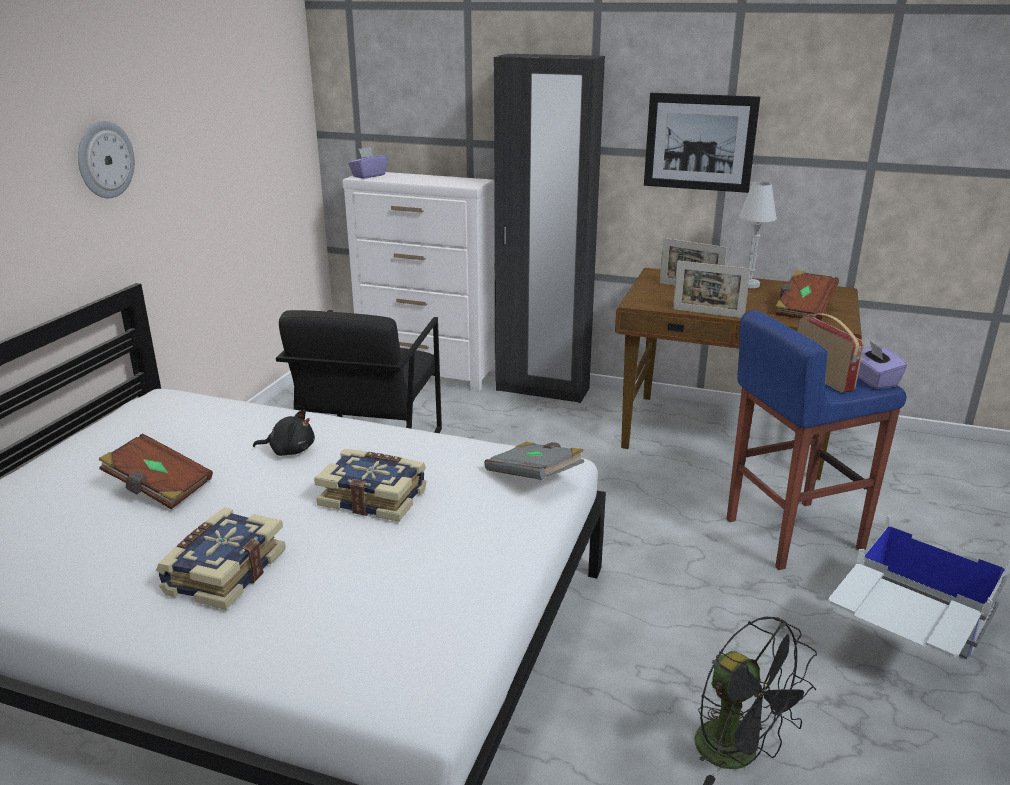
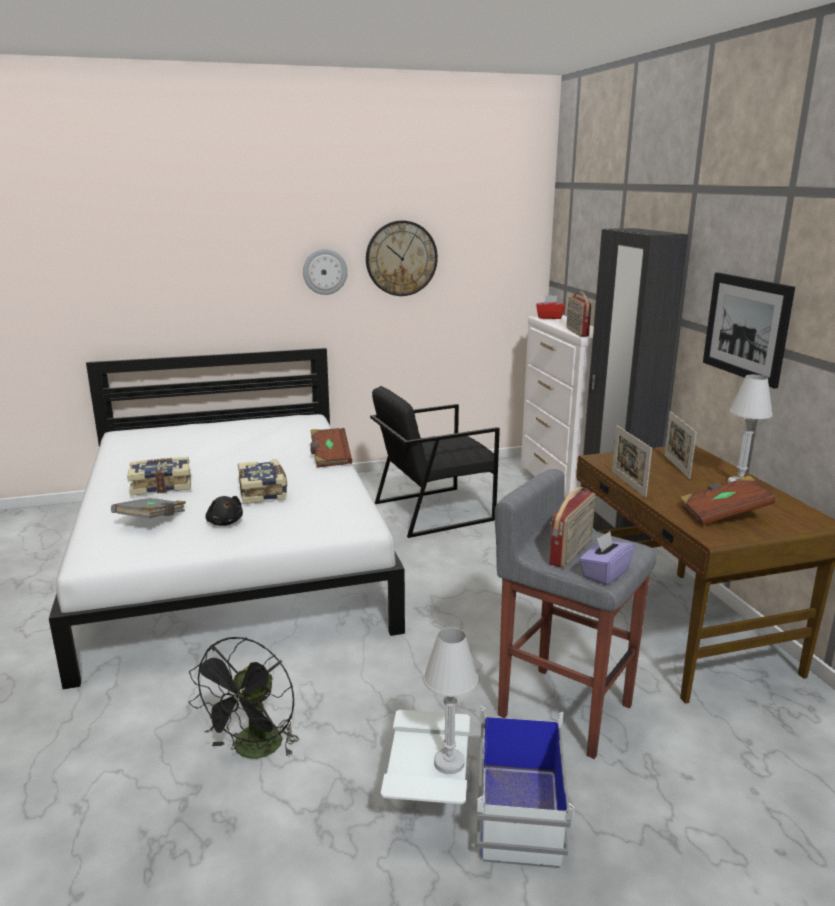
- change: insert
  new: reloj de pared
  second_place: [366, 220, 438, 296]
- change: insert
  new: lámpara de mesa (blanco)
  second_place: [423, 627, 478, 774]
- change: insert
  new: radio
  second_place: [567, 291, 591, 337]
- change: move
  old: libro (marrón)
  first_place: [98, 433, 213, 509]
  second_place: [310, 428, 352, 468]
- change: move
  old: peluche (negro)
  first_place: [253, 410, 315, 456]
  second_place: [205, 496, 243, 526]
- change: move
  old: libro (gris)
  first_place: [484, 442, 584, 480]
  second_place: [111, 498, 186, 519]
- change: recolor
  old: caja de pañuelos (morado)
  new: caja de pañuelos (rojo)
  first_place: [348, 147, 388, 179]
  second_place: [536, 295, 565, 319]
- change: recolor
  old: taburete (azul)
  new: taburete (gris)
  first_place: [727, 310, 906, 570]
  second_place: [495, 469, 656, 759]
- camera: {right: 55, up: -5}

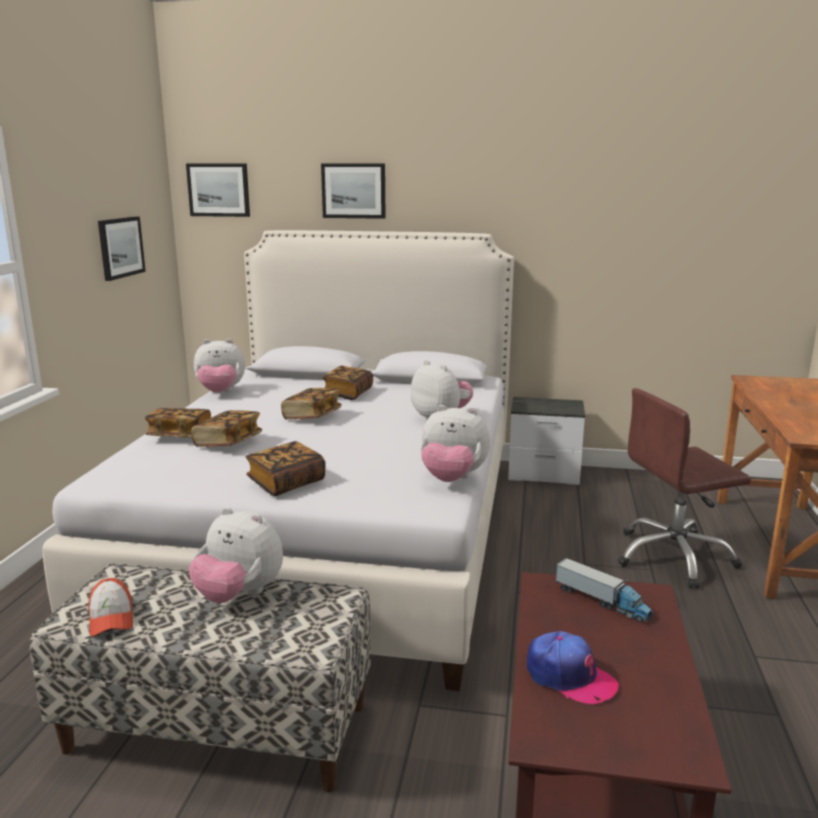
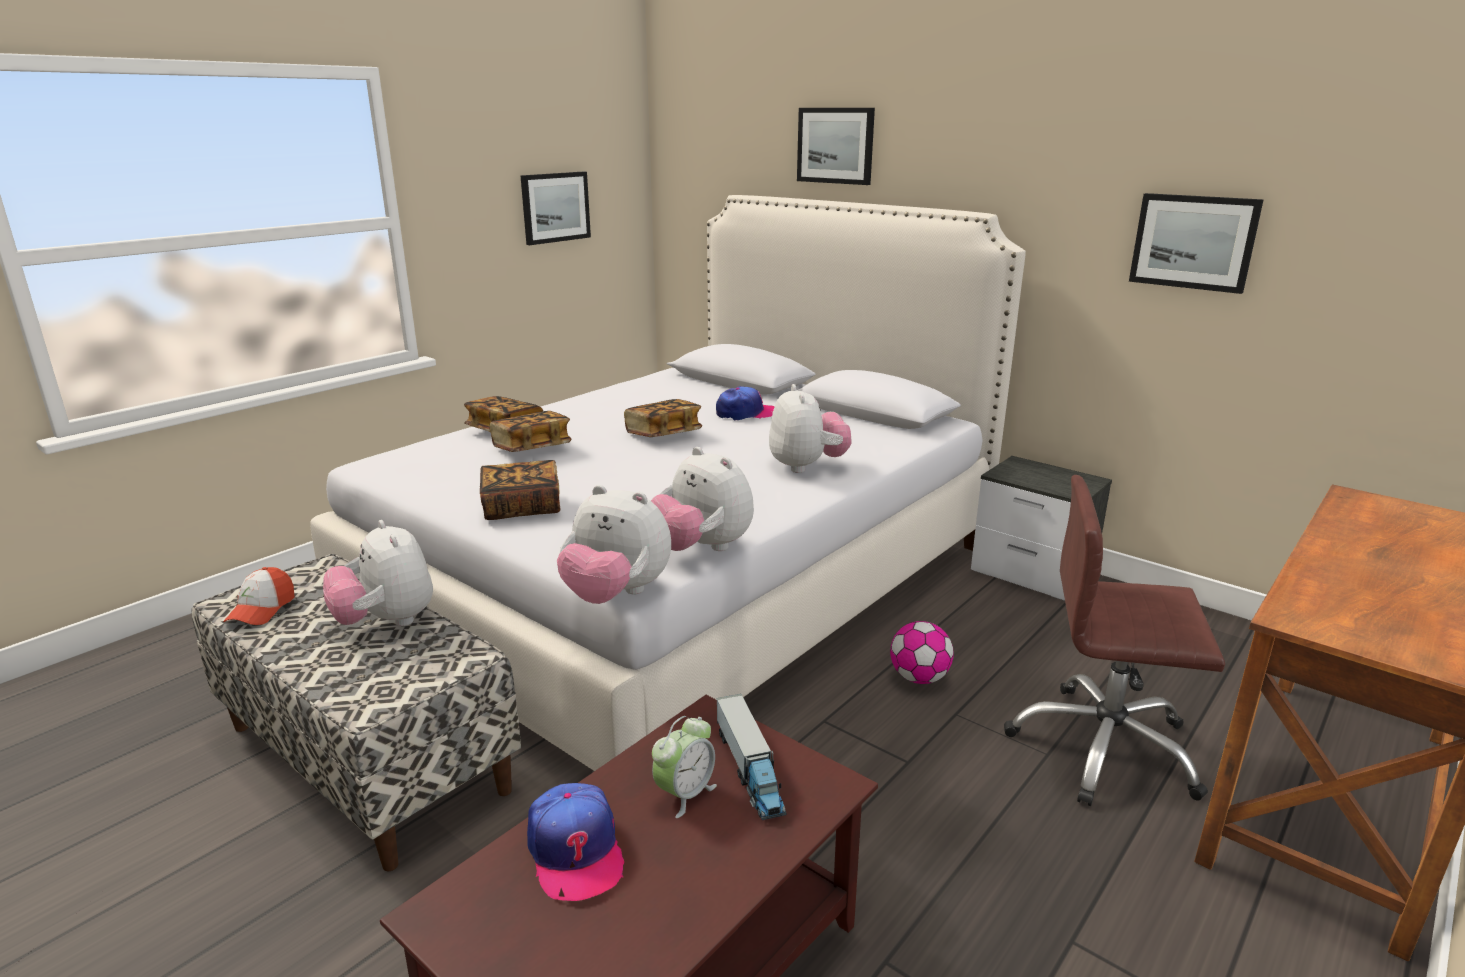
- change: insert
  new: despertador
  second_place: [652, 716, 717, 818]
- change: insert
  new: balón de fútbol
  second_place: [890, 621, 954, 684]
- change: move
  old: cuadro
  first_place: [186, 163, 250, 217]
  second_place: [1129, 193, 1264, 294]
- change: move
  old: peluche
  first_place: [194, 339, 245, 393]
  second_place: [557, 485, 671, 604]
- change: replace
  old: libro
  new: gorra
  first_place: [322, 366, 373, 400]
  second_place: [716, 386, 775, 421]
- camera: {right: 30, up: 5}

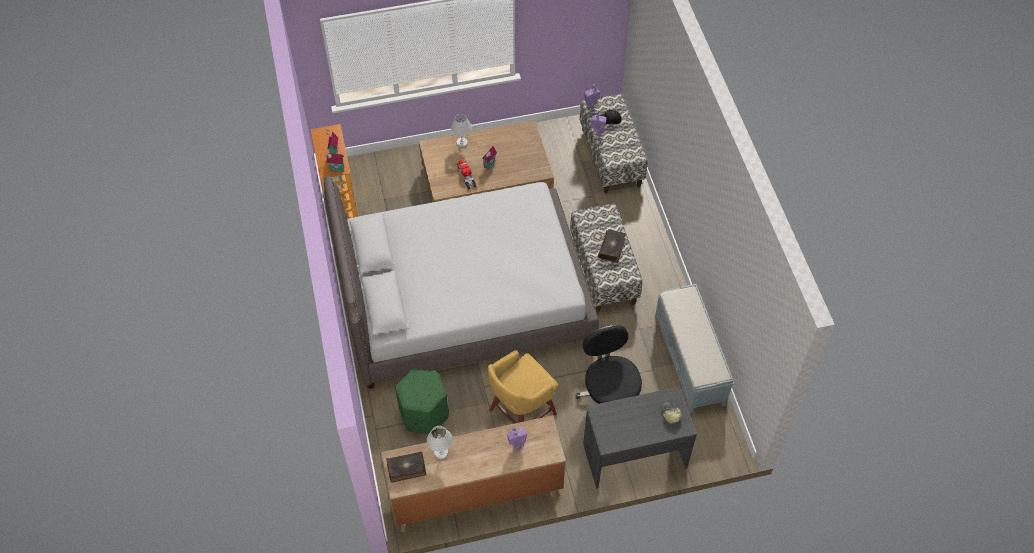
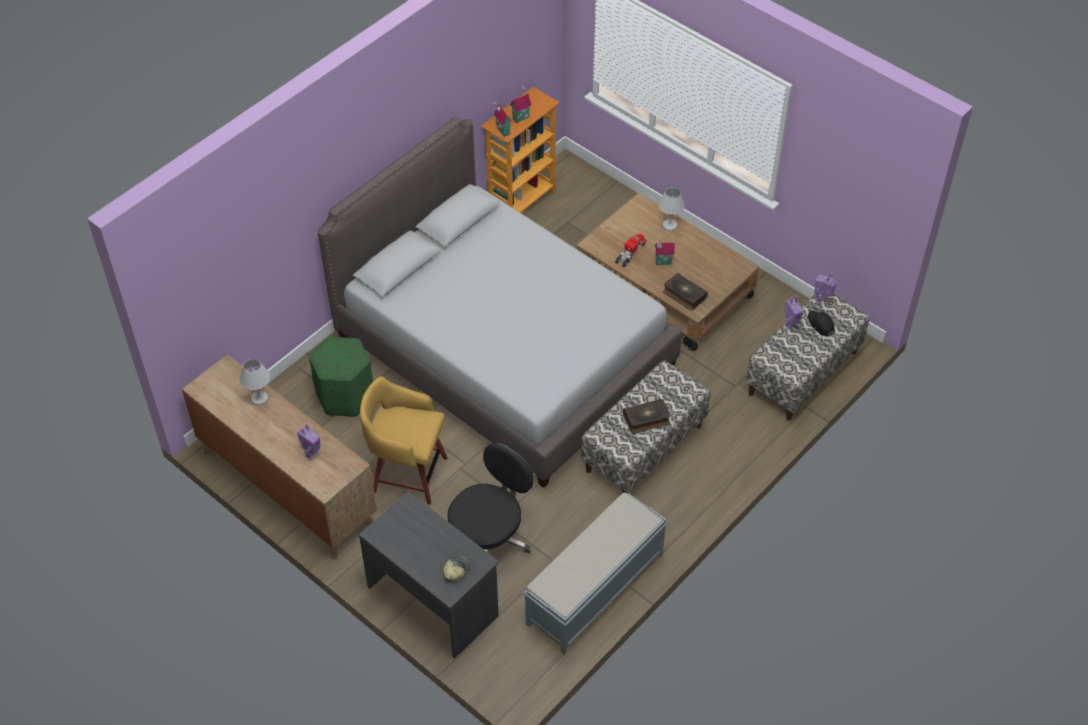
- change: move
  old: libro
  first_place: [386, 451, 426, 483]
  second_place: [663, 273, 708, 311]
- camera: {right: 55, up: -5}

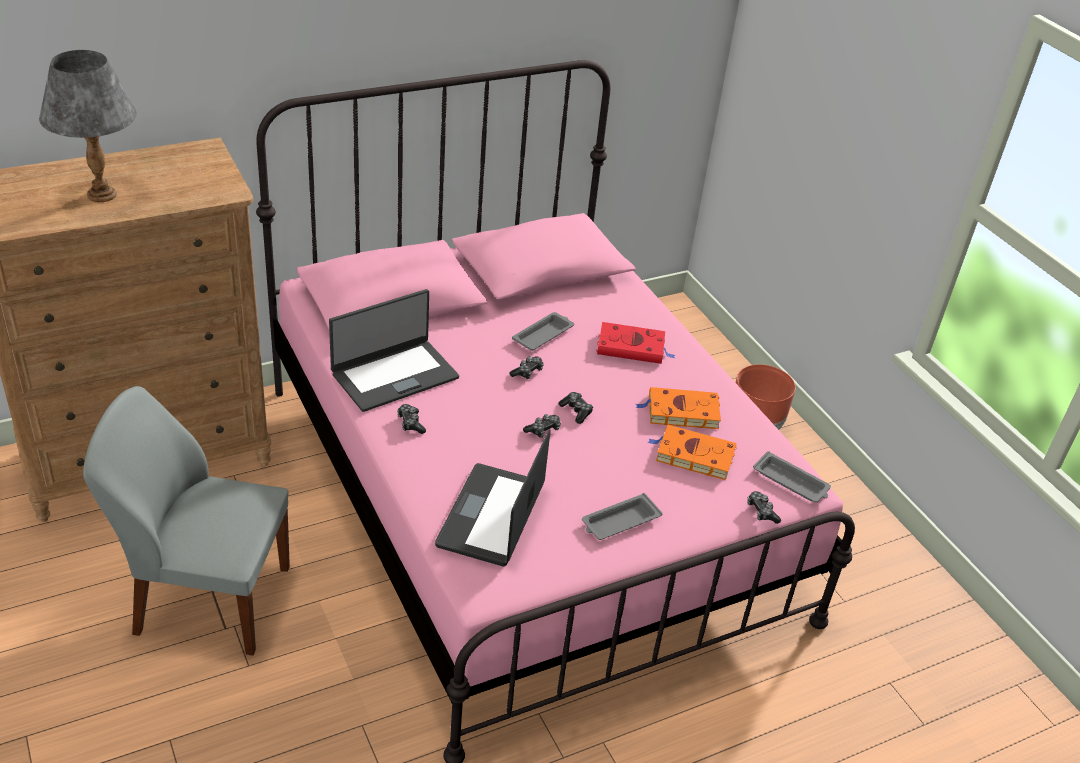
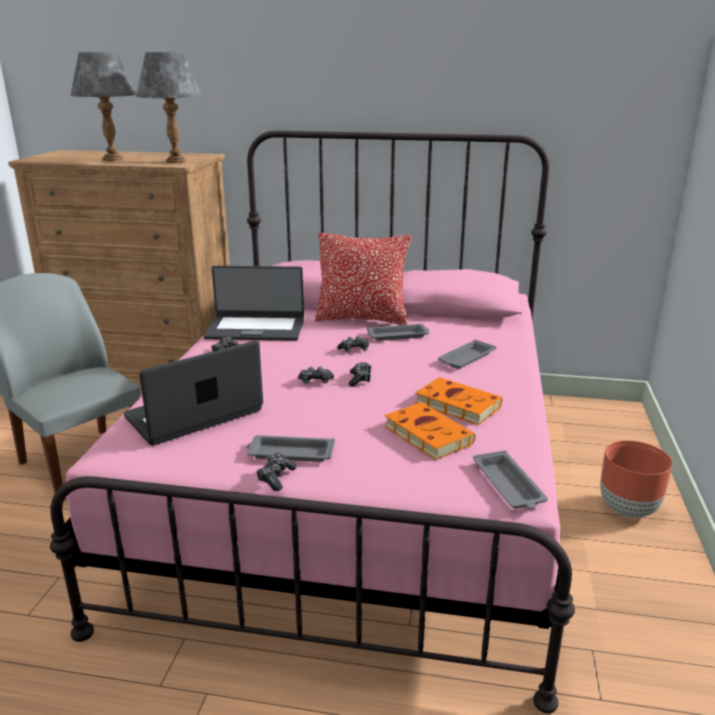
- change: insert
  new: lámpara de mesa (gris)
  second_place: [136, 52, 202, 163]
- change: insert
  new: cojín
  second_place: [315, 233, 412, 325]
- change: move
  old: mando de consola
  first_place: [747, 491, 781, 524]
  second_place: [256, 453, 297, 491]
- change: replace
  old: libro (rojo)
  new: bandeja (gris)
  first_place: [597, 322, 675, 364]
  second_place: [438, 340, 496, 369]
- camera: {right: 40, up: -15}

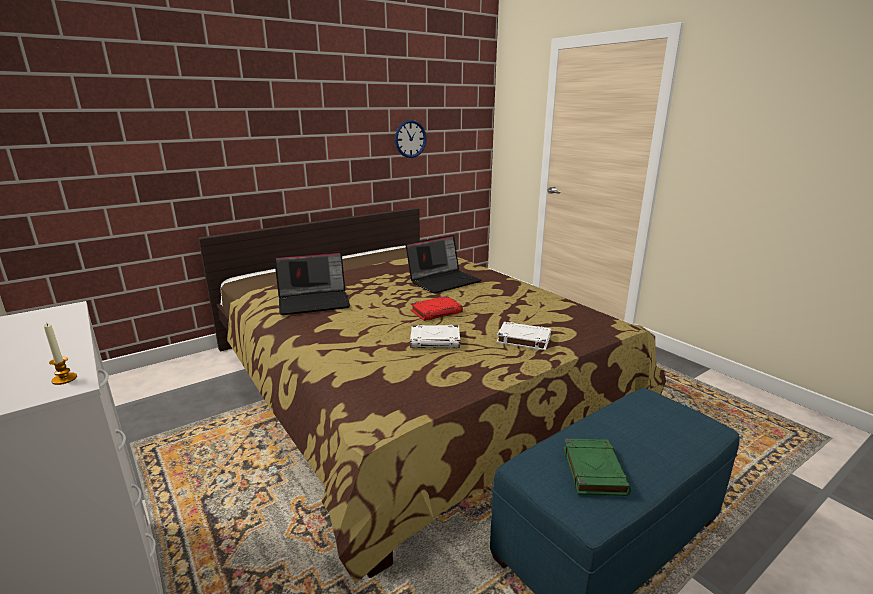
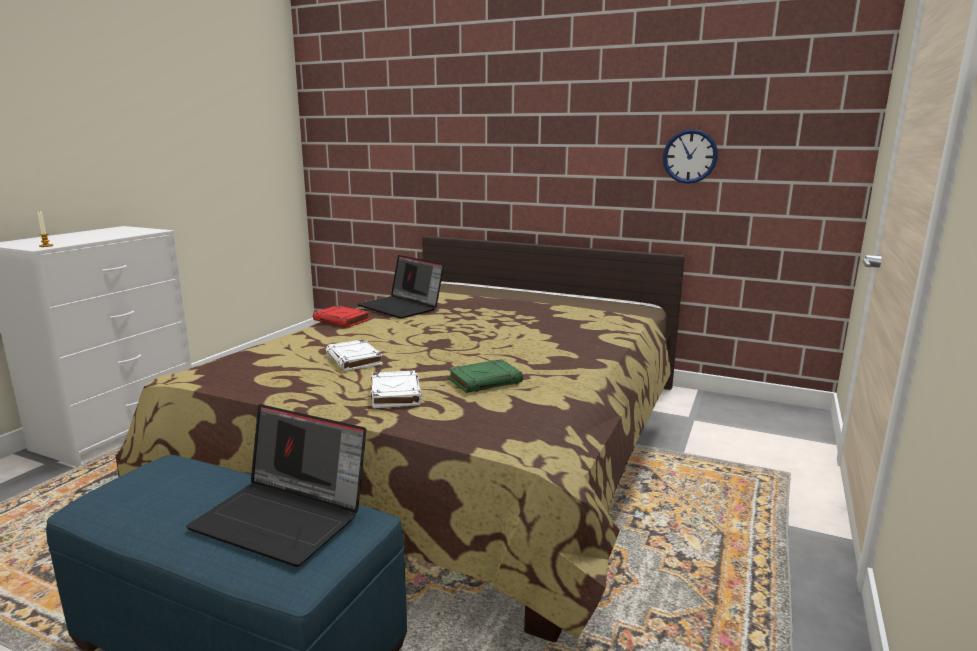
- change: move
  old: portátil
  first_place: [405, 235, 481, 294]
  second_place: [186, 404, 366, 567]
- change: move
  old: libro (rojo)
  first_place: [410, 296, 463, 321]
  second_place: [313, 306, 371, 327]
- change: move
  old: libro (verde)
  first_place: [563, 439, 631, 496]
  second_place: [448, 359, 523, 393]
- camera: {right: 60, up: -5}

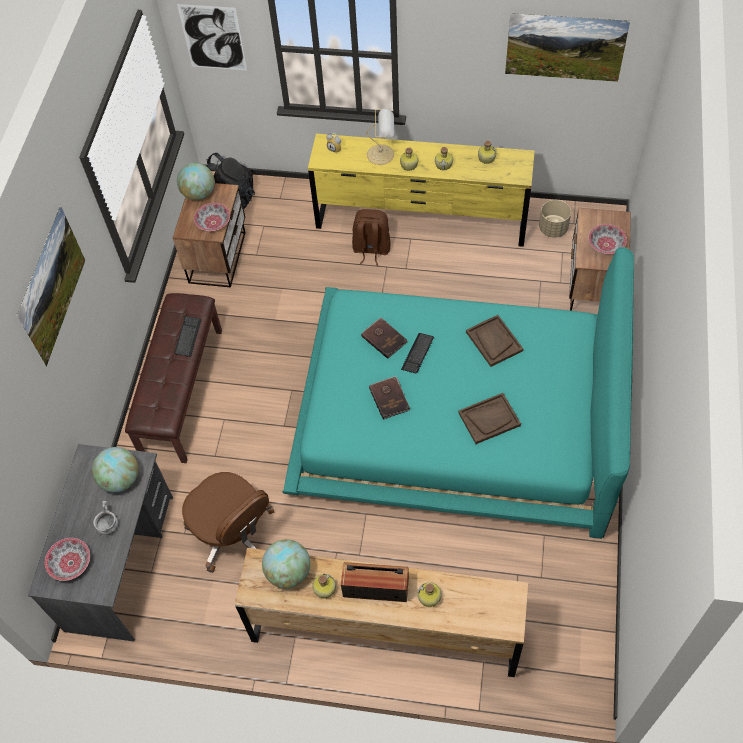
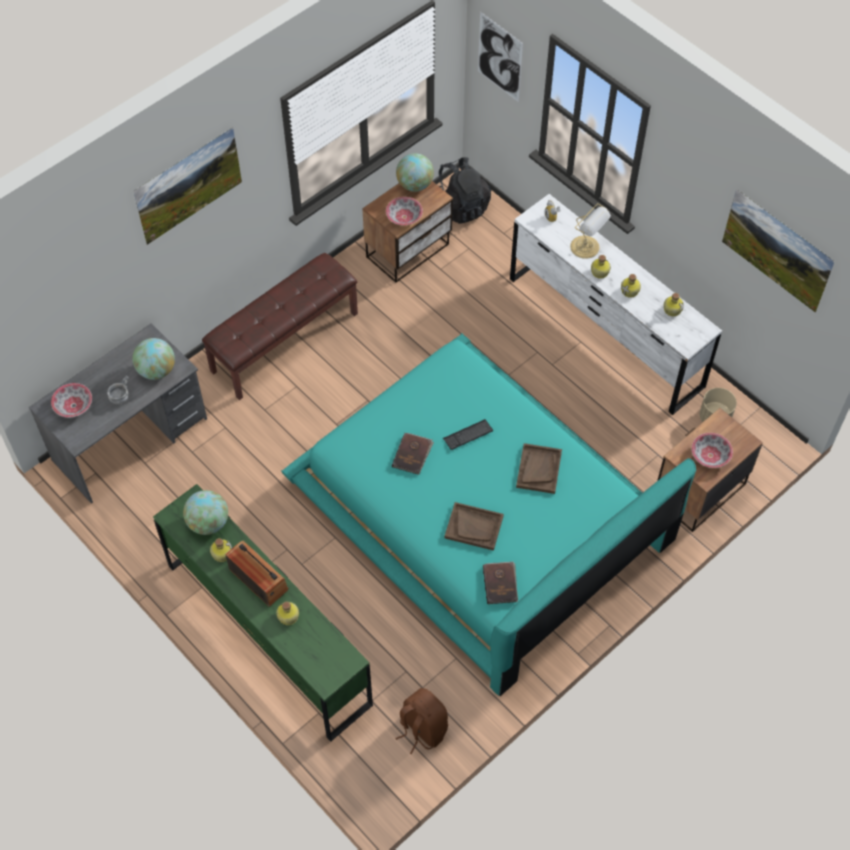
- change: delete
  old: teclado
  first_place: [174, 316, 201, 357]
- change: delete
  old: silla de oficina (marrón)
  first_place: [182, 472, 274, 573]
- change: move
  old: mochila (marrón)
  first_place: [352, 209, 390, 266]
  second_place: [396, 688, 448, 755]
- change: move
  old: libro (marrón)
  first_place: [361, 317, 408, 359]
  second_place: [483, 561, 518, 604]
- change: recolor
  old: cómoda (marrón)
  new: cómoda (verde)
  first_place: [235, 548, 528, 677]
  second_place: [153, 484, 373, 741]
- change: recolor
  old: cómoda (amarillo)
  new: cómoda (blanco)
  first_place: [308, 134, 535, 247]
  second_place: [510, 194, 722, 415]
- camera: {right: 35, up: 0}

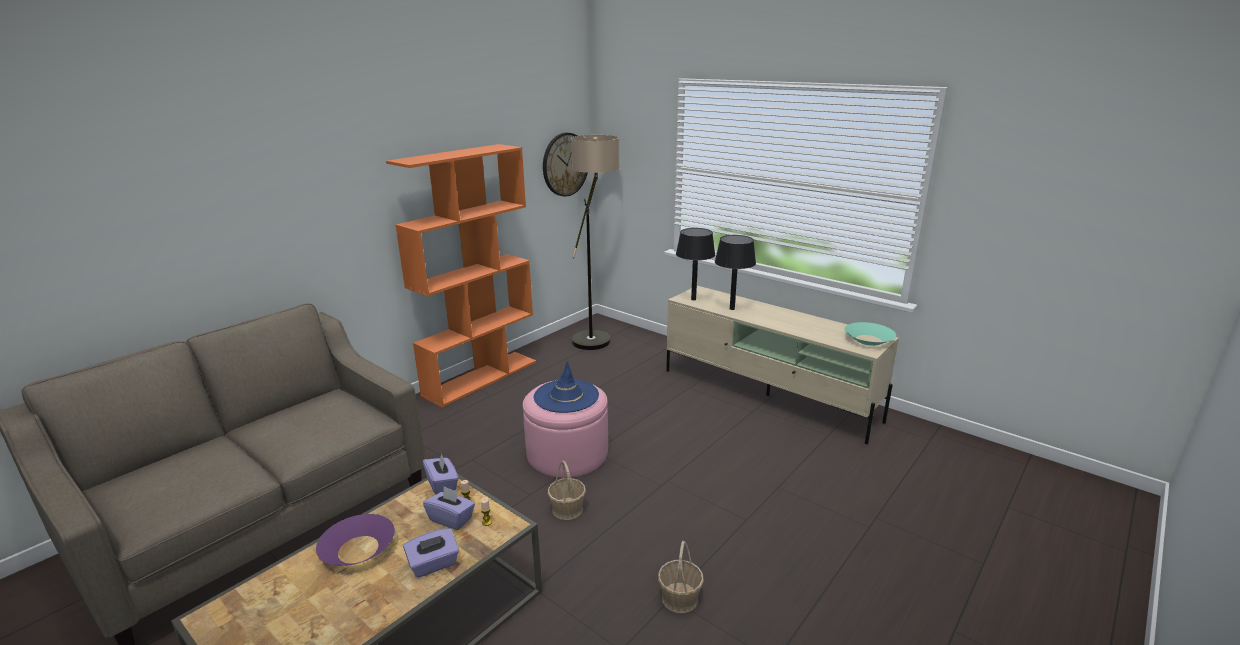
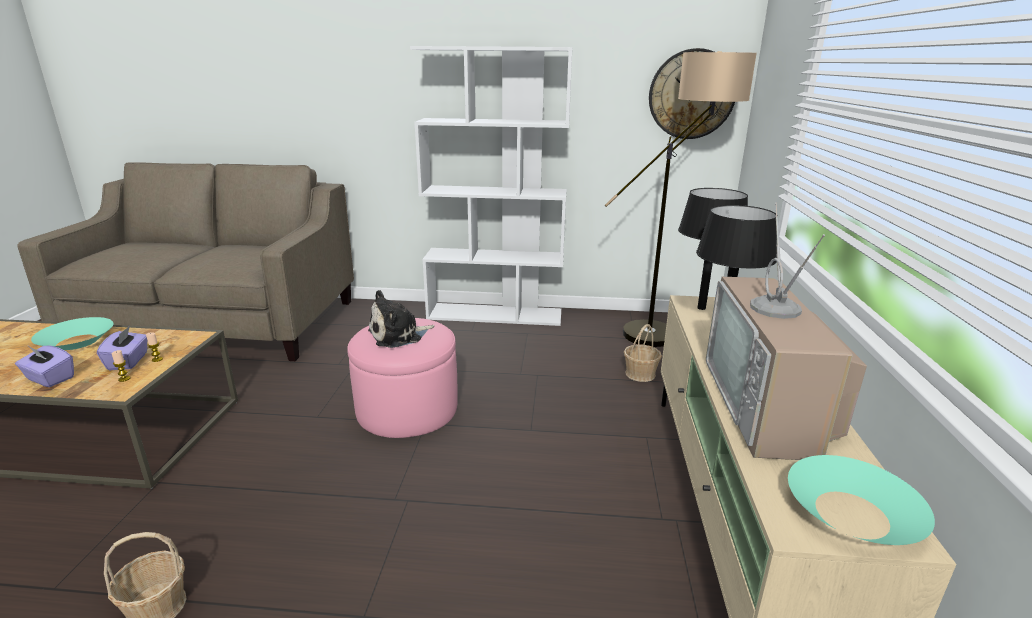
- change: delete
  old: caja de pañuelos (morado)
  first_place: [423, 453, 458, 495]
- change: insert
  new: televisor
  second_place: [706, 202, 867, 460]
- change: move
  old: cesta
  first_place: [548, 461, 586, 520]
  second_place: [624, 324, 662, 382]
- change: replace
  old: sombrero (azul)
  new: peluche
  first_place: [534, 361, 599, 413]
  second_place: [368, 290, 435, 348]
- change: recolor
  old: cuenco (morado)
  new: cuenco (turquesa)
  first_place: [316, 514, 395, 566]
  second_place: [31, 317, 113, 350]
- change: recolor
  old: estantería (naranja)
  new: estantería (blanco)
  first_place: [386, 144, 536, 408]
  second_place: [410, 46, 573, 326]
- camera: {right: 55, up: 0}

